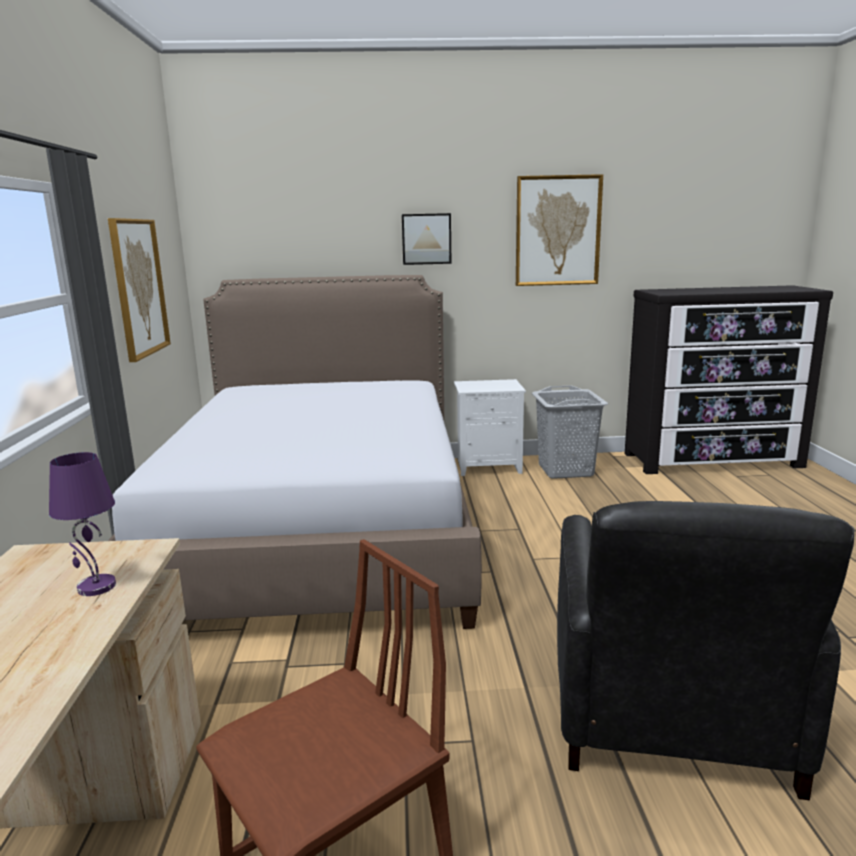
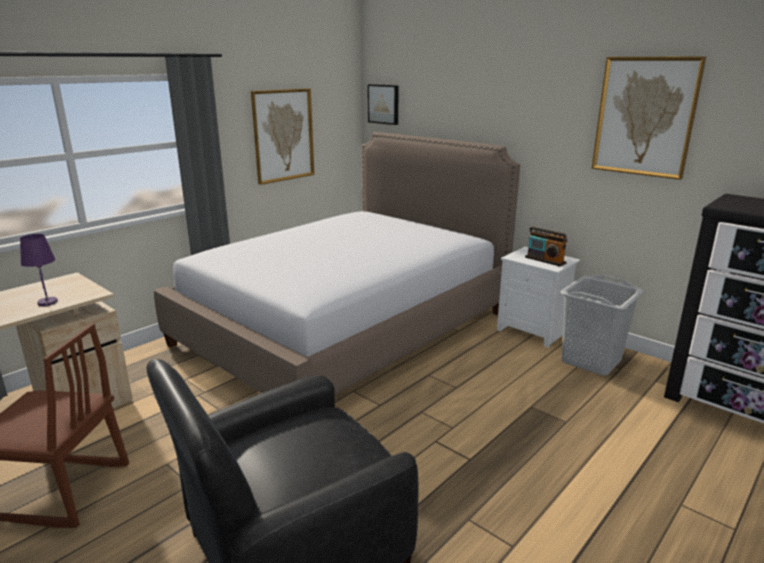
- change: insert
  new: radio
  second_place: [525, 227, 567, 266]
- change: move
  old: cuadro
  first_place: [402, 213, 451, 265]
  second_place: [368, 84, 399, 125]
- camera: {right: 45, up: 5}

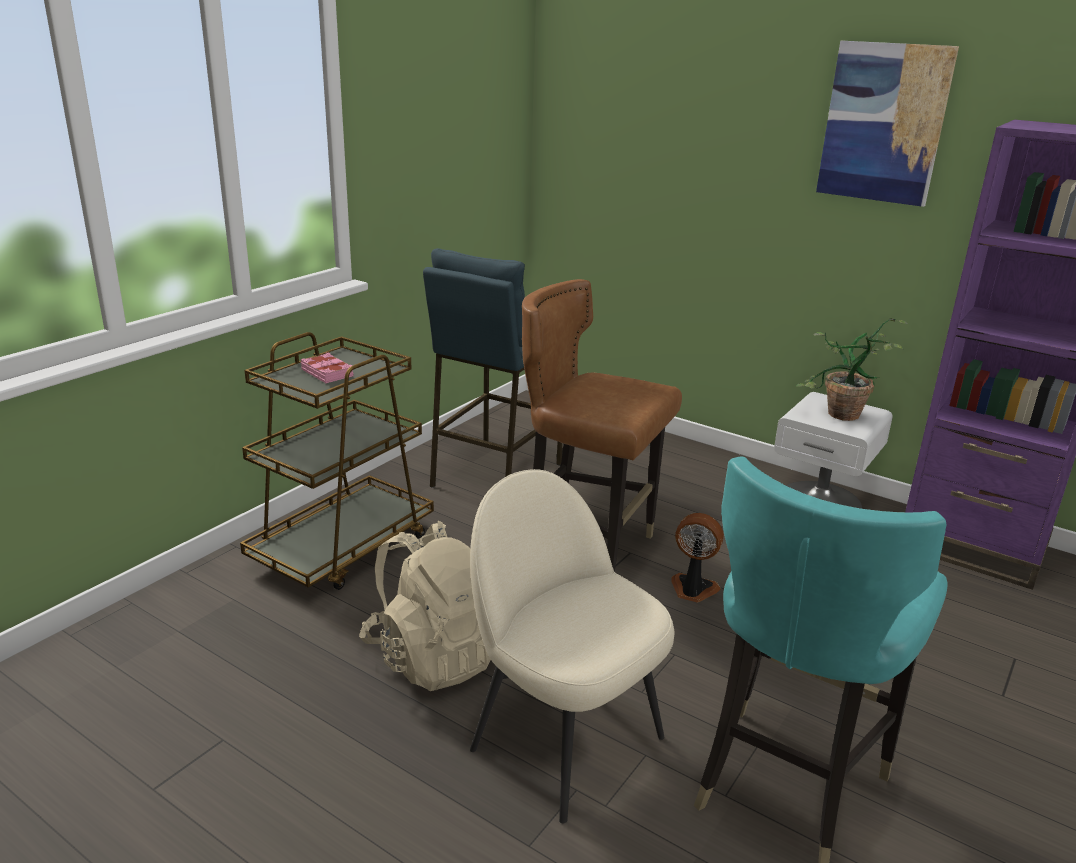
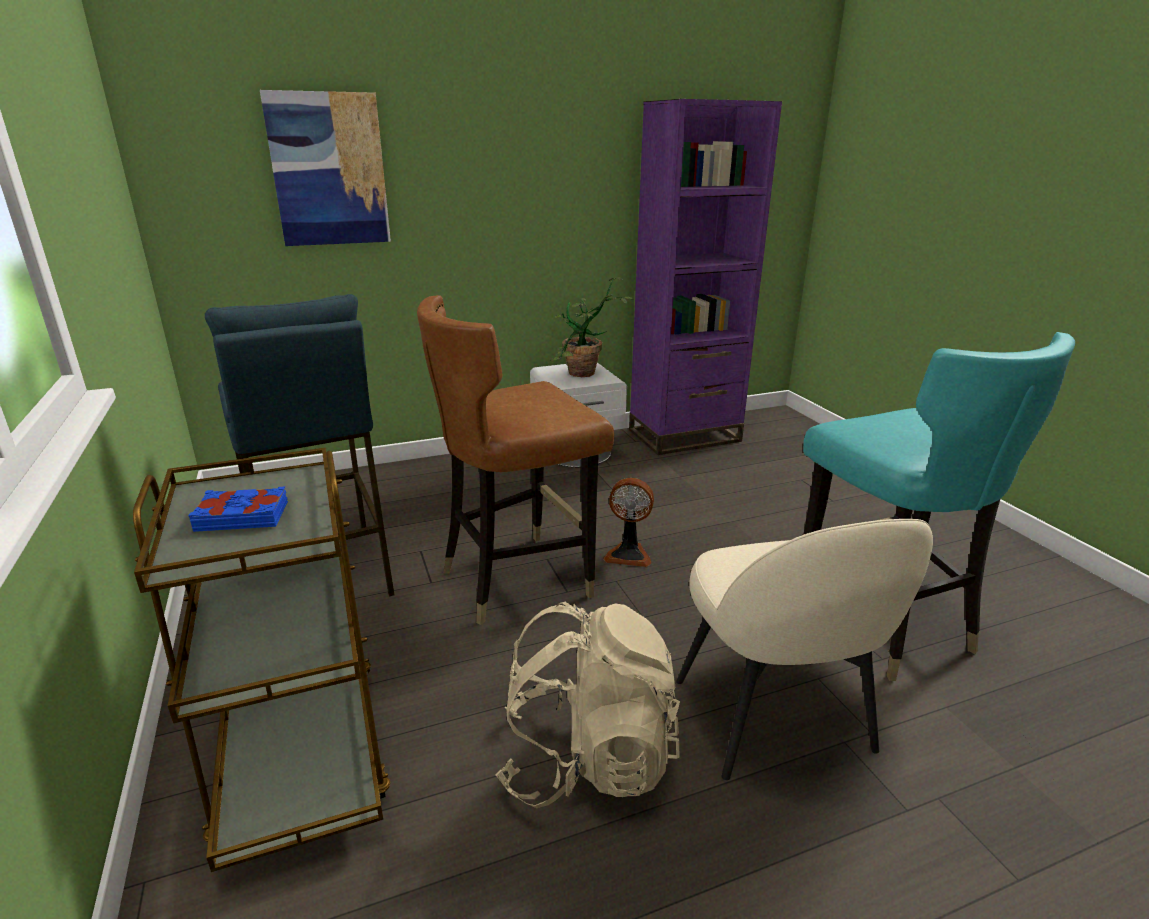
- change: move
  old: cuadro
  first_place: [816, 41, 959, 207]
  second_place: [260, 90, 391, 246]
- change: recolor
  old: libro (rosa)
  new: libro (azul)
  first_place: [301, 352, 354, 383]
  second_place: [188, 487, 288, 532]
- change: rotate
  old: silla (beis)
  first_place: [470, 469, 674, 823]
  second_place: [676, 519, 933, 780]
  degrees: -90
- change: rotate
  old: ventilador
  first_place: [671, 513, 724, 603]
  second_place: [604, 478, 654, 567]
  degrees: -135
- camera: {right: -55, up: 0}

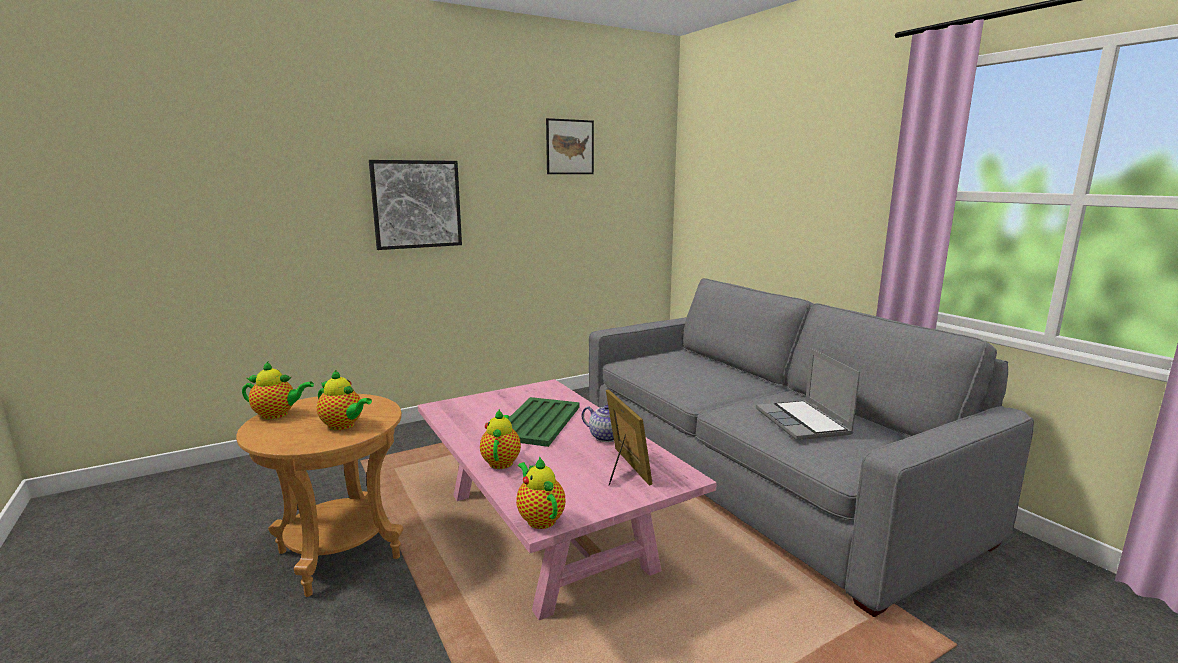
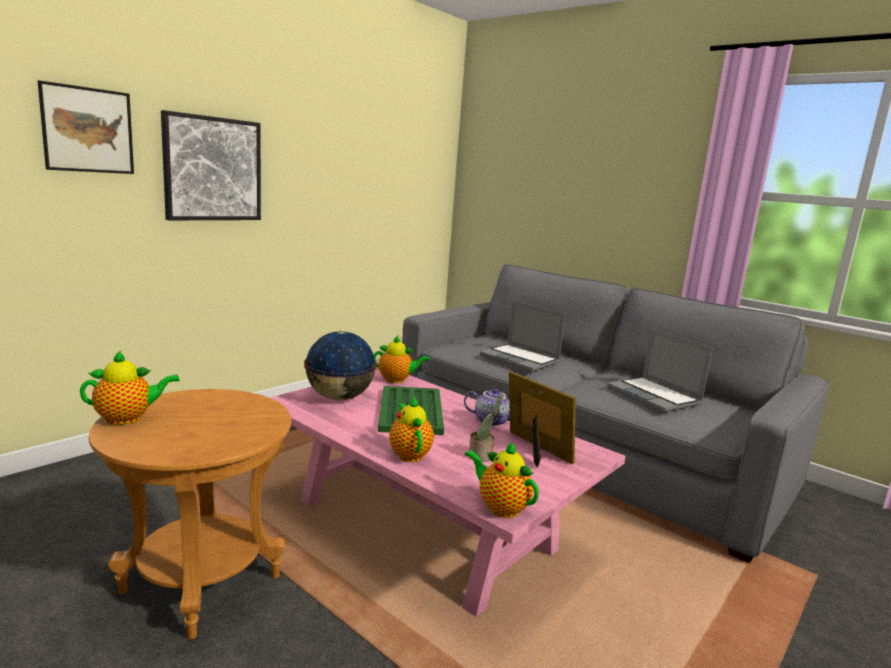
- change: insert
  new: globo terráqueo
  second_place: [304, 331, 377, 400]
- change: insert
  new: planta en maceta
  second_place: [469, 394, 503, 462]
- change: insert
  new: portátil
  second_place: [480, 301, 566, 372]
- change: move
  old: tetera
  first_place: [317, 370, 372, 430]
  second_place: [374, 336, 430, 383]
- change: move
  old: cuadro
  first_place: [546, 118, 594, 174]
  second_place: [38, 80, 134, 174]
- camera: {right: -20, up: 0}

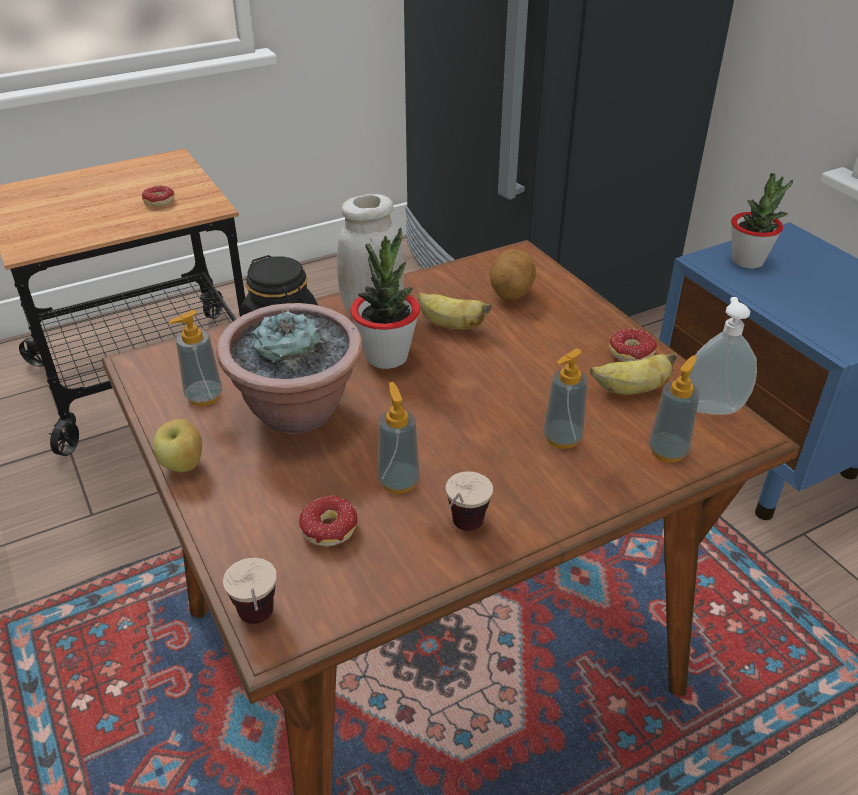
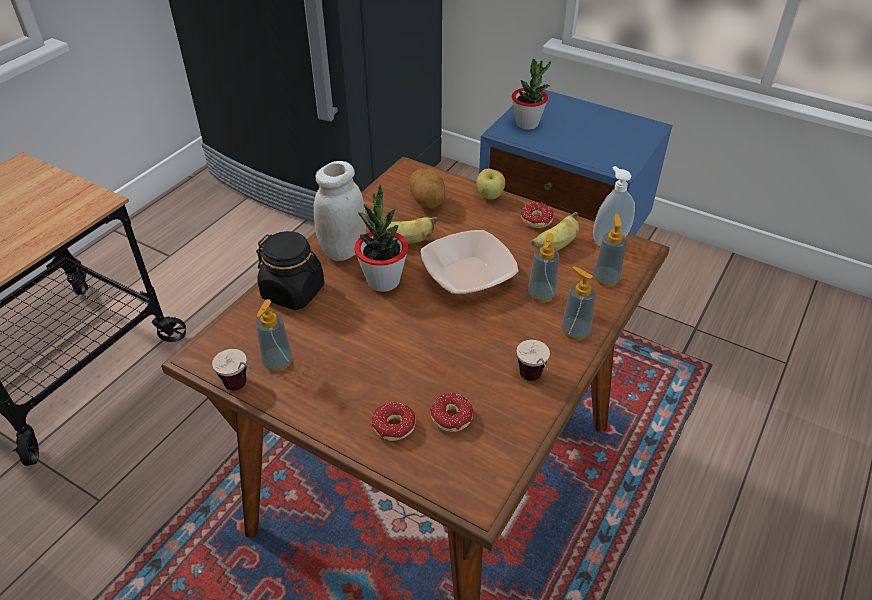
- change: delete
  old: planta en maceta
  first_place: [216, 303, 362, 434]
- change: insert
  new: cuenco
  second_place: [421, 230, 518, 294]
- change: move
  old: rosquilla
  first_place: [142, 185, 175, 207]
  second_place: [372, 402, 416, 441]
- change: move
  old: manzana
  first_place: [153, 419, 202, 472]
  second_place: [476, 169, 505, 199]
- change: move
  old: taza
  first_place: [223, 558, 276, 624]
  second_place: [212, 349, 254, 391]
- change: move
  old: dispensador de jabón
  first_place: [378, 382, 420, 494]
  second_place: [561, 266, 596, 340]
- camera: {right: -30, up: 5}

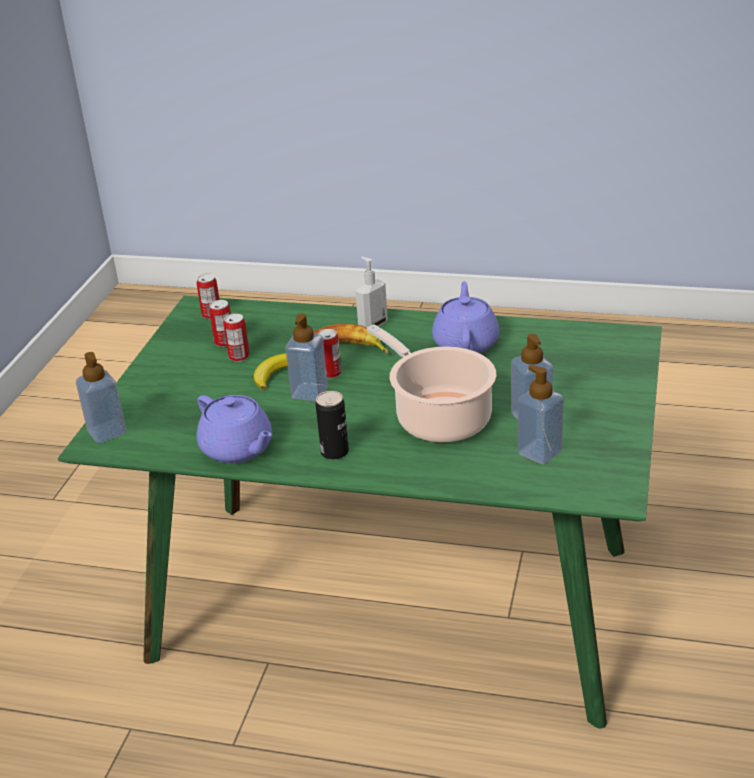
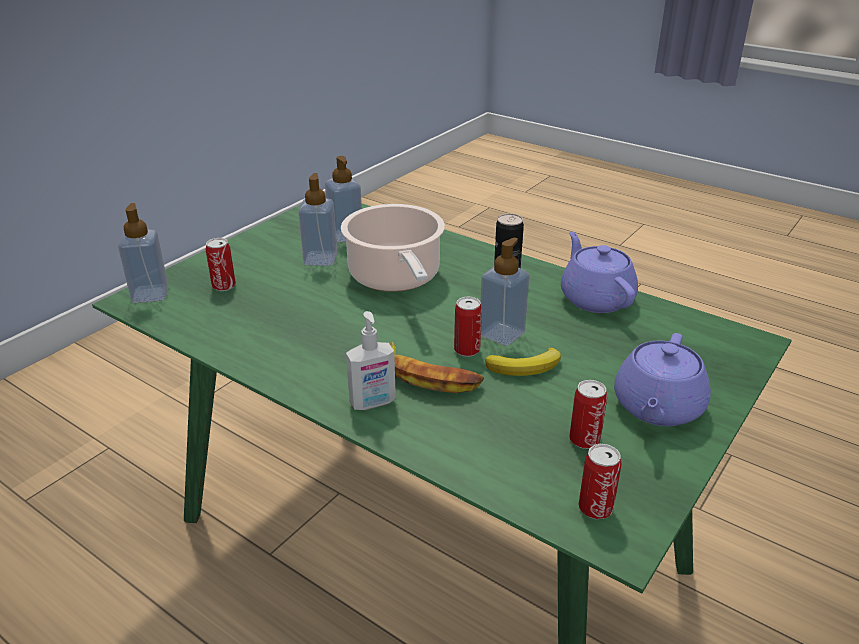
- change: move
  old: dispensador de jabón
  first_place: [76, 352, 126, 443]
  second_place: [118, 203, 168, 303]
- change: move
  old: lata
  first_place: [224, 314, 250, 362]
  second_place: [206, 238, 236, 291]
- change: move
  old: tetera (morado)
  first_place: [432, 281, 499, 353]
  second_place: [614, 333, 711, 426]
- camera: {right: -160, up: 0}

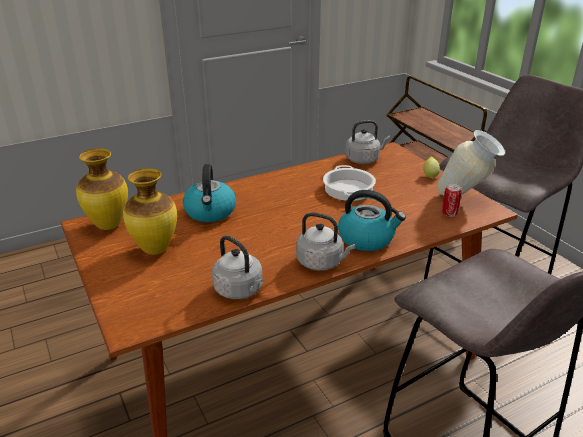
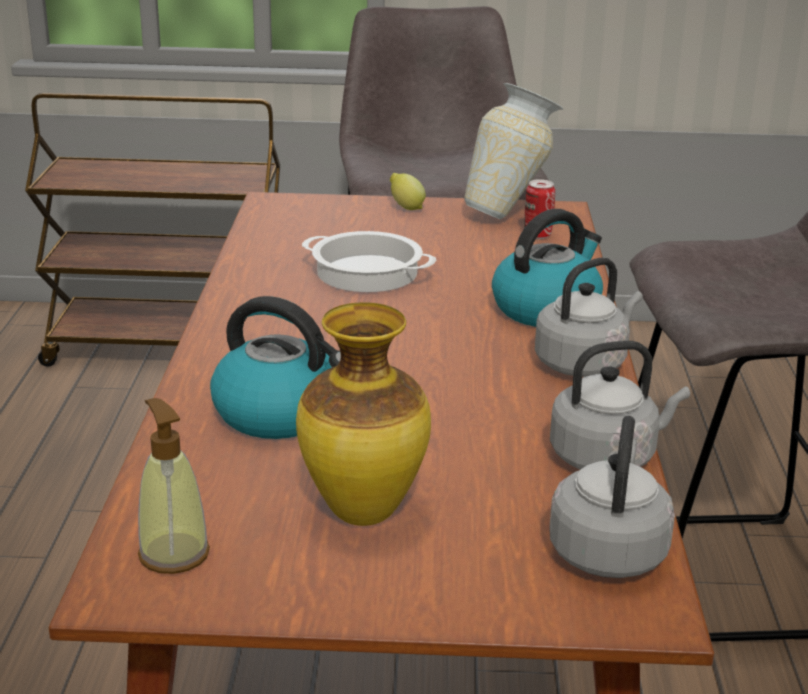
- change: move
  old: hervidor (gris)
  first_place: [345, 120, 390, 164]
  second_place: [549, 416, 675, 578]
- change: replace
  old: florero
  new: dispensador de jabón
  first_place: [76, 148, 128, 230]
  second_place: [138, 398, 210, 574]
- camera: {right: -60, up: -5}

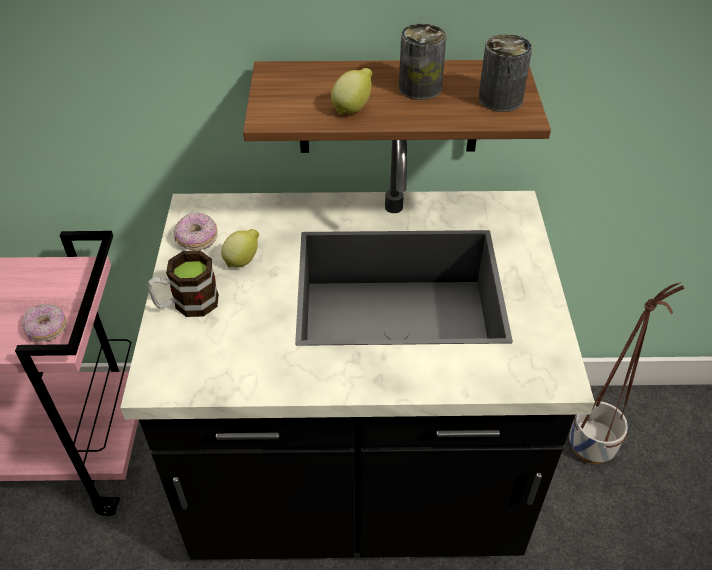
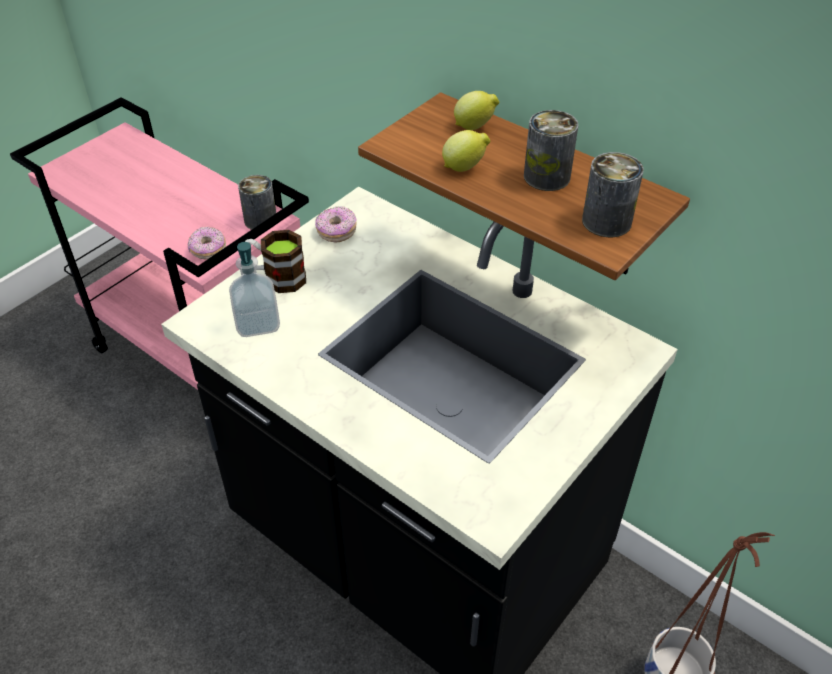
- change: insert
  new: dispensador de jabón
  second_place: [229, 242, 280, 337]
- change: insert
  new: lata
  second_place: [238, 175, 276, 230]
- change: move
  old: limón
  first_place: [221, 229, 259, 267]
  second_place: [454, 91, 499, 130]
- camera: {right: 40, up: 0}

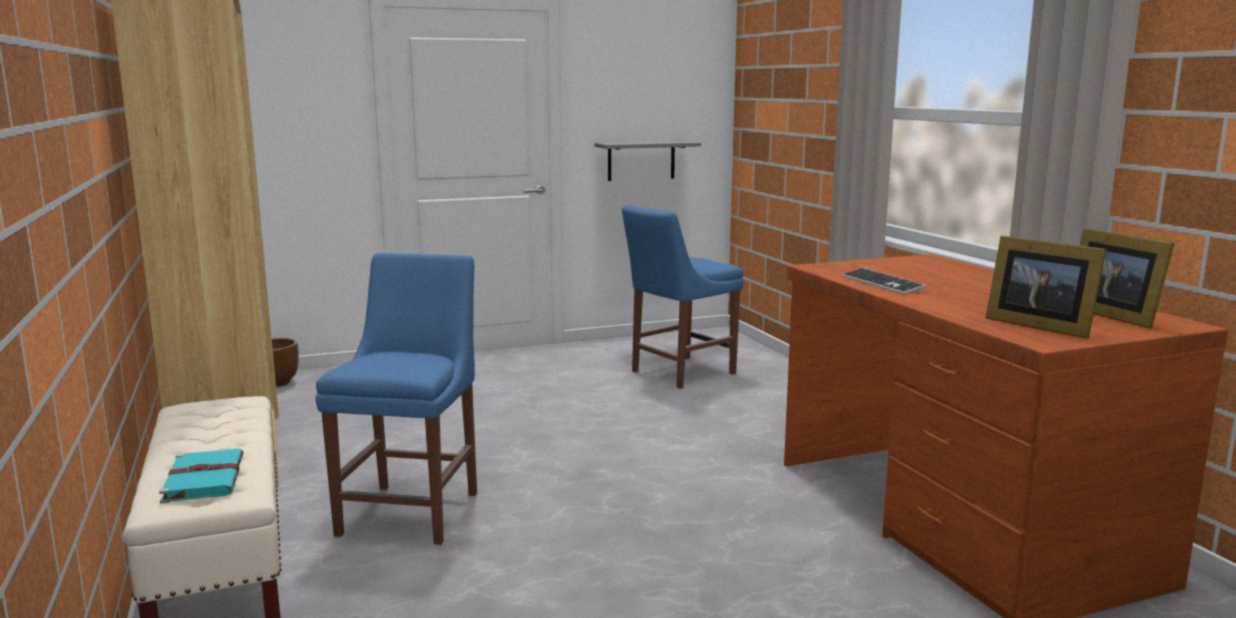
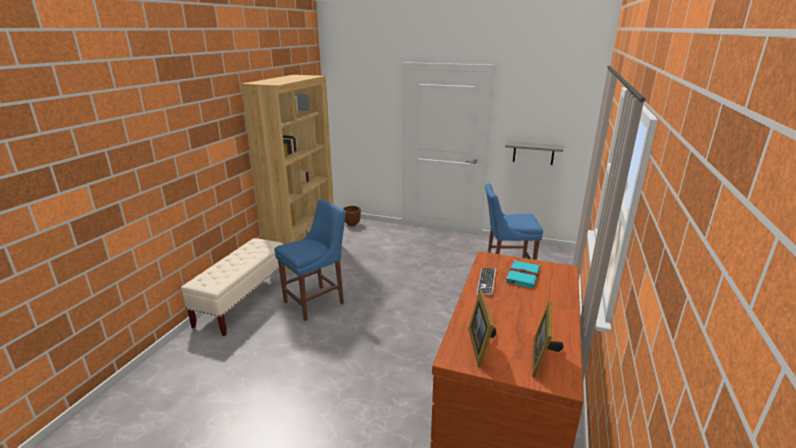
- change: move
  old: libro (turquesa)
  first_place: [159, 448, 243, 504]
  second_place: [505, 260, 540, 288]
- camera: {right: 40, up: 10}

